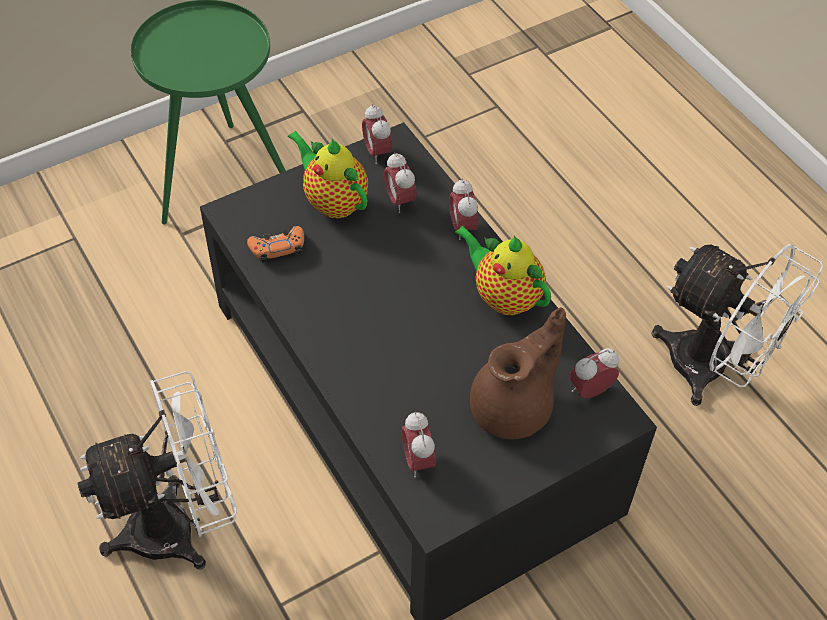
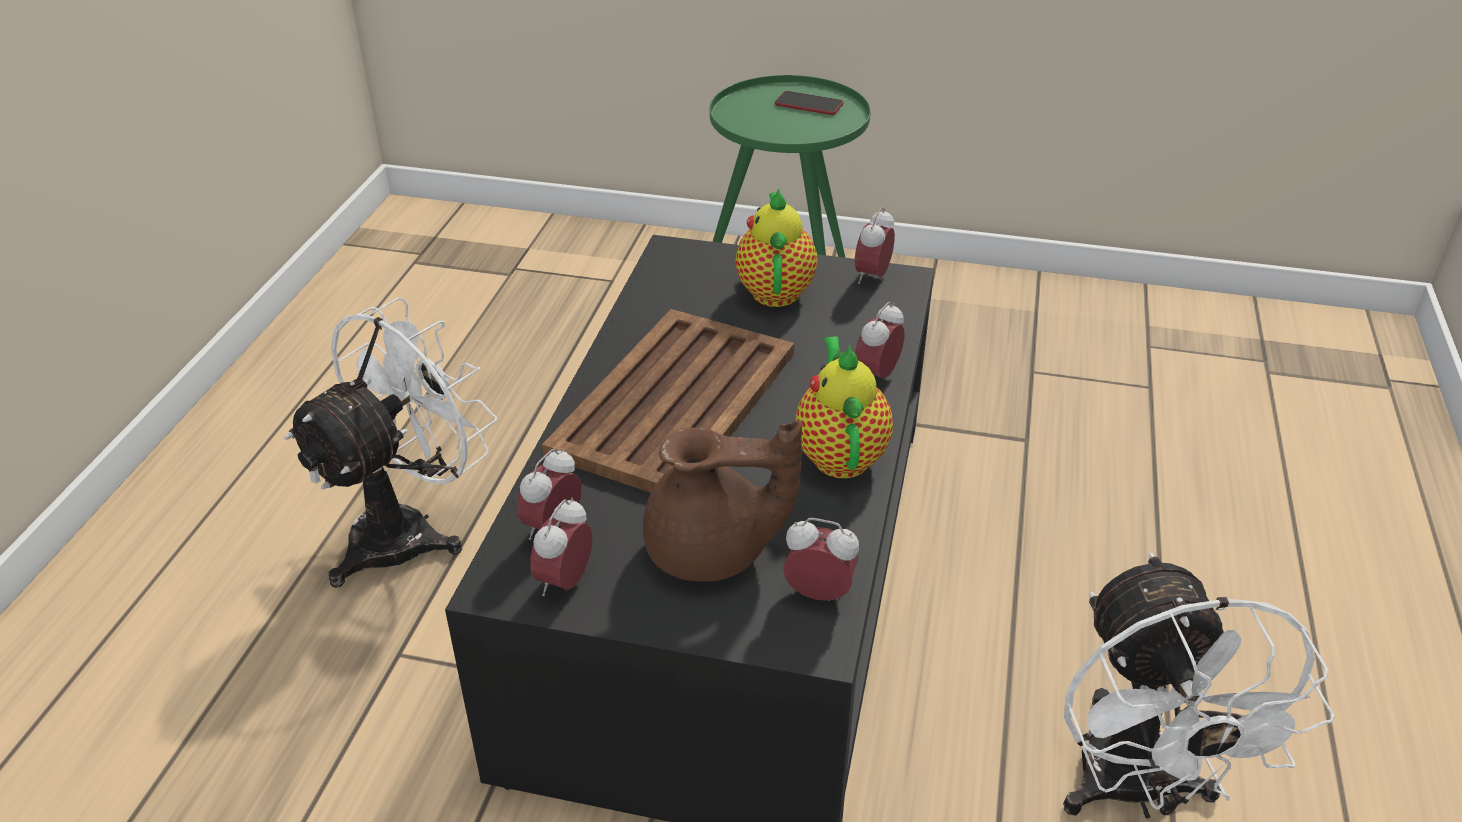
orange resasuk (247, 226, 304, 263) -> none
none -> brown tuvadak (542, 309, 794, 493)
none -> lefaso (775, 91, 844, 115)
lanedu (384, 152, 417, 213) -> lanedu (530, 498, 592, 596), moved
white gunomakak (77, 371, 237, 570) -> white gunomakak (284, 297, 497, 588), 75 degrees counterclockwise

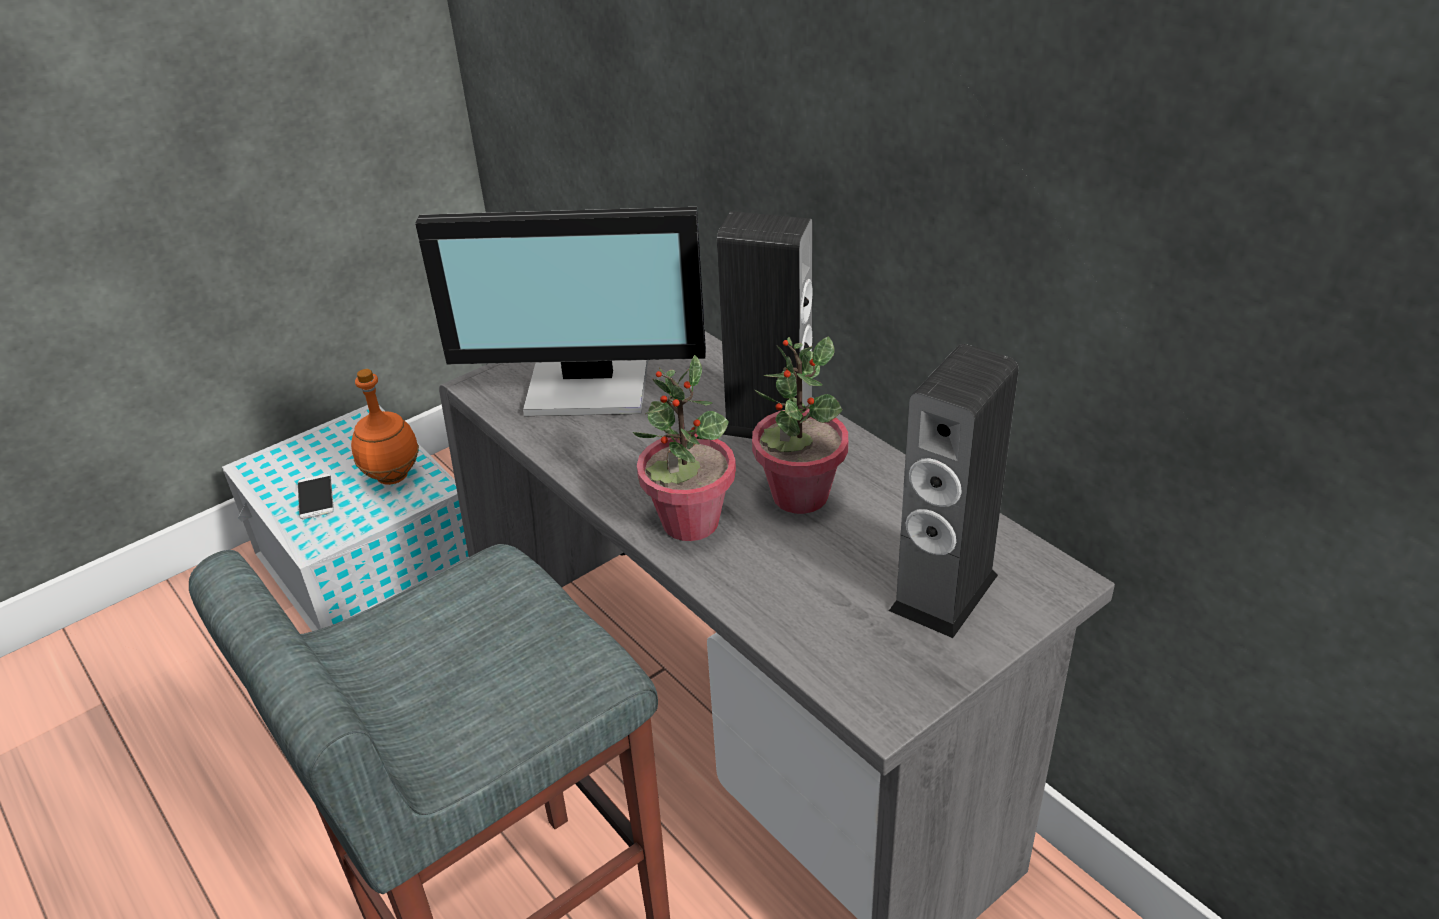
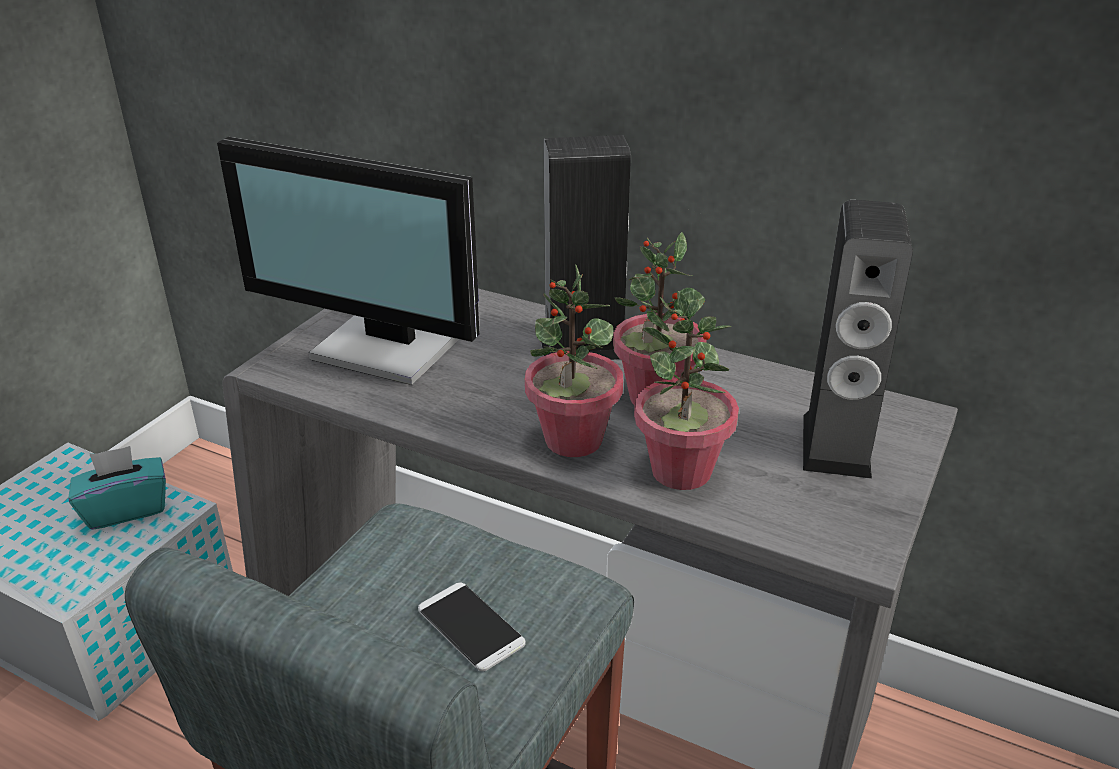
none -> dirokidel (634, 291, 739, 490)
lefaso (298, 474, 334, 519) -> lefaso (418, 583, 525, 671), moved
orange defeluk (351, 369, 419, 485) -> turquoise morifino (68, 446, 166, 530)
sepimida (415, 207, 706, 416) -> sepimida (217, 137, 480, 385), 45 degrees clockwise

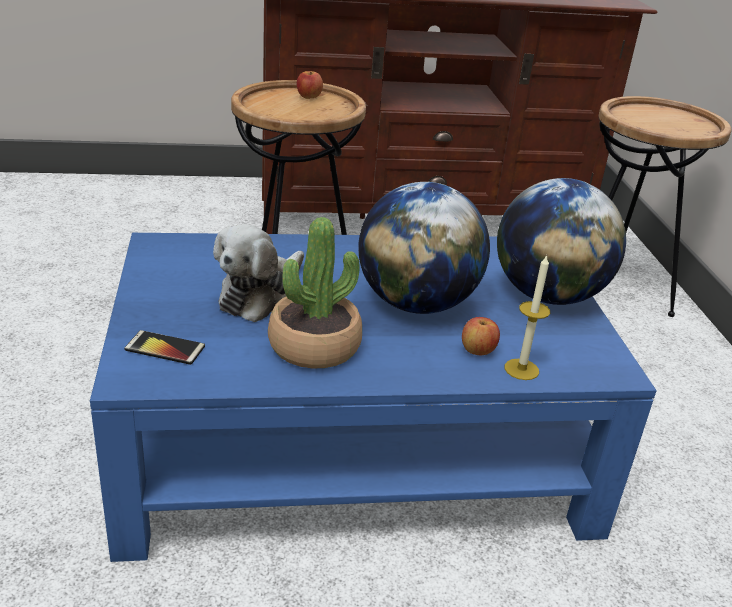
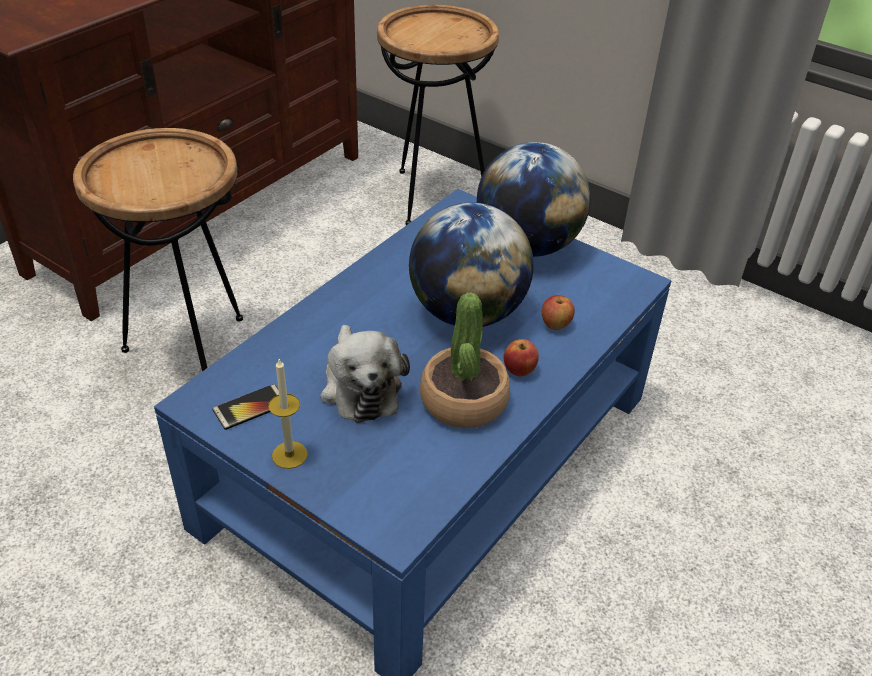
lefaso (124, 330, 205, 365) -> lefaso (212, 384, 279, 430), moved
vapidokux (297, 71, 323, 99) -> vapidokux (504, 339, 539, 376), moved
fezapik (505, 254, 550, 380) -> fezapik (268, 359, 308, 469), moved

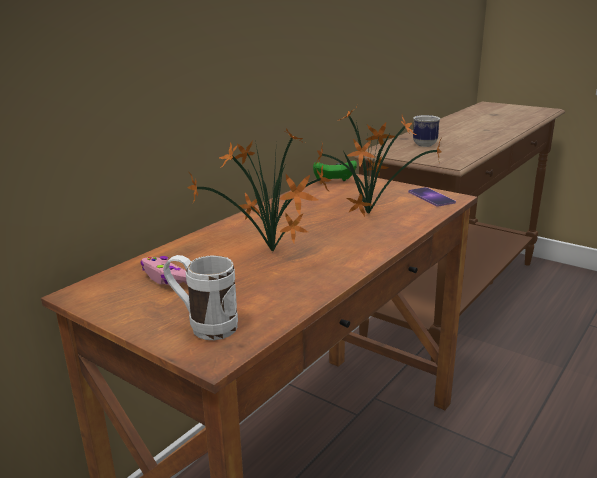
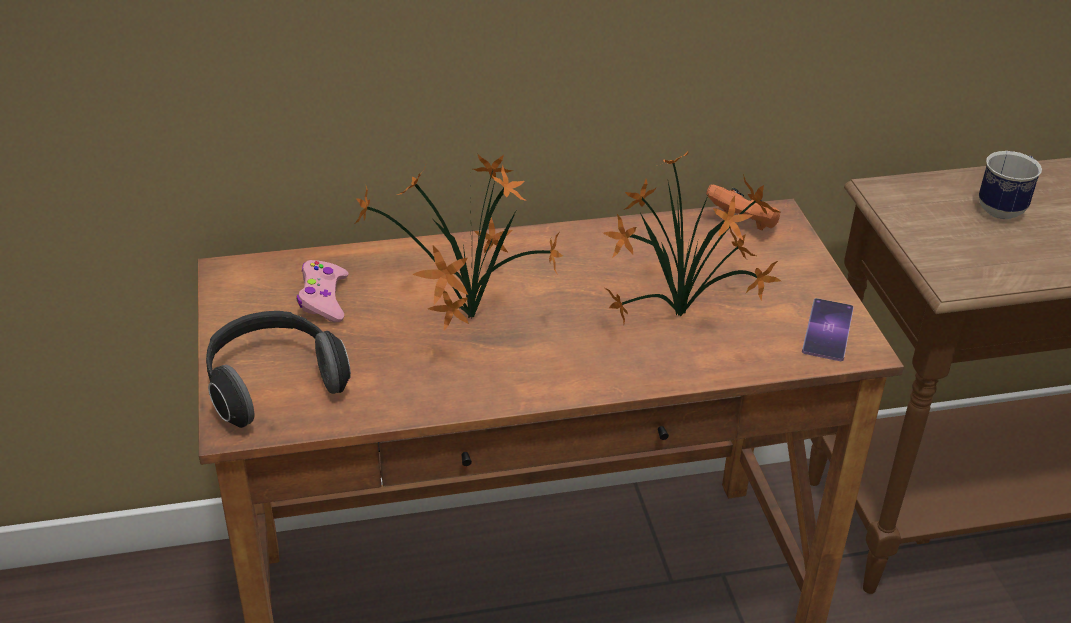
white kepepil (163, 255, 238, 340) -> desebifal (206, 311, 351, 428)
green resasuk (313, 160, 357, 182) -> orange resasuk (706, 184, 780, 230)

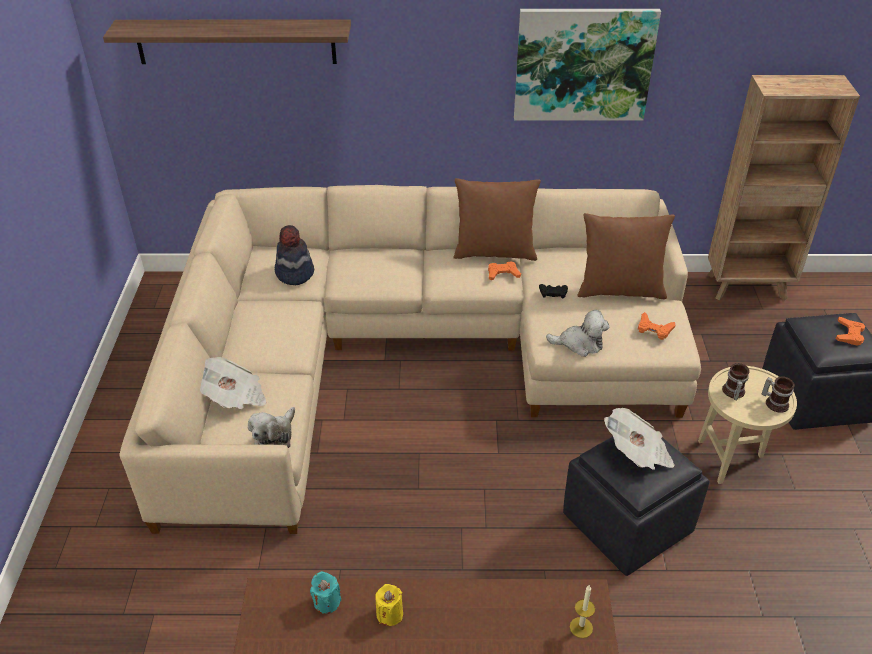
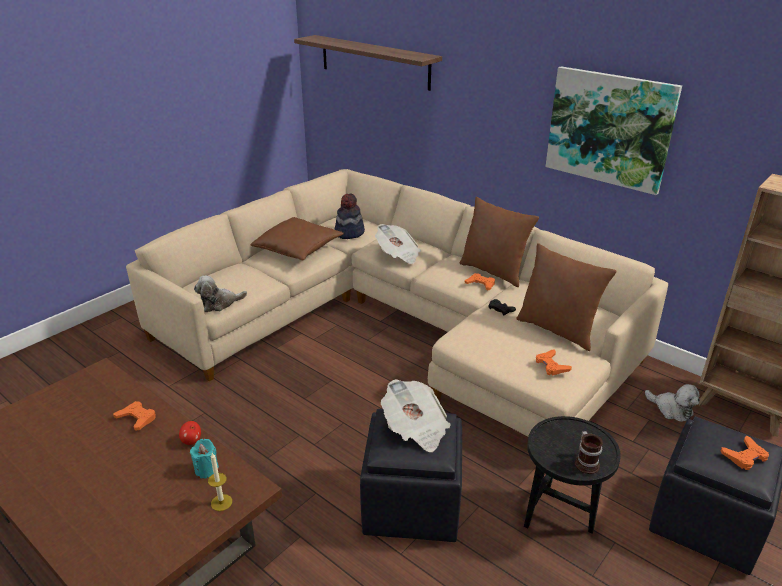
kepepil (722, 363, 750, 400) -> none
none -> vapidokux (179, 421, 201, 445)
none -> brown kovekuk (251, 217, 344, 260)
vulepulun (200, 357, 266, 409) -> vulepulun (375, 224, 421, 264), moved
turquoise fezapik (310, 571, 341, 614) -> turquoise fezapik (190, 439, 219, 479), moved
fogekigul (546, 310, 609, 357) -> fogekigul (645, 384, 700, 422), moved
yellow fezapik (375, 584, 403, 626) -> orange resasuk (113, 401, 156, 431)
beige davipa (698, 366, 797, 484) -> black davipa (524, 416, 621, 533)

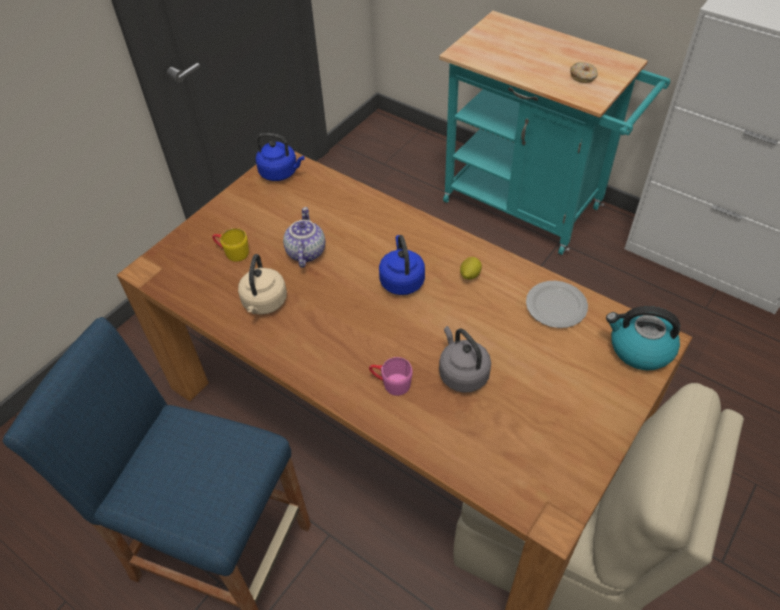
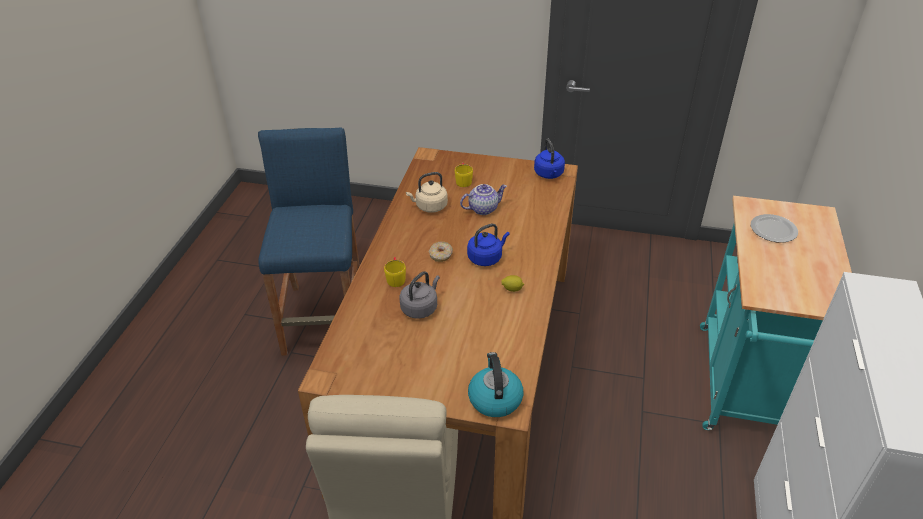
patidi (526, 281, 588, 328) -> patidi (751, 214, 798, 243), moved
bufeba (570, 62, 598, 83) -> bufeba (429, 242, 453, 262), moved
pink kepepil (369, 357, 413, 396) -> yellow kepepil (384, 257, 406, 287)

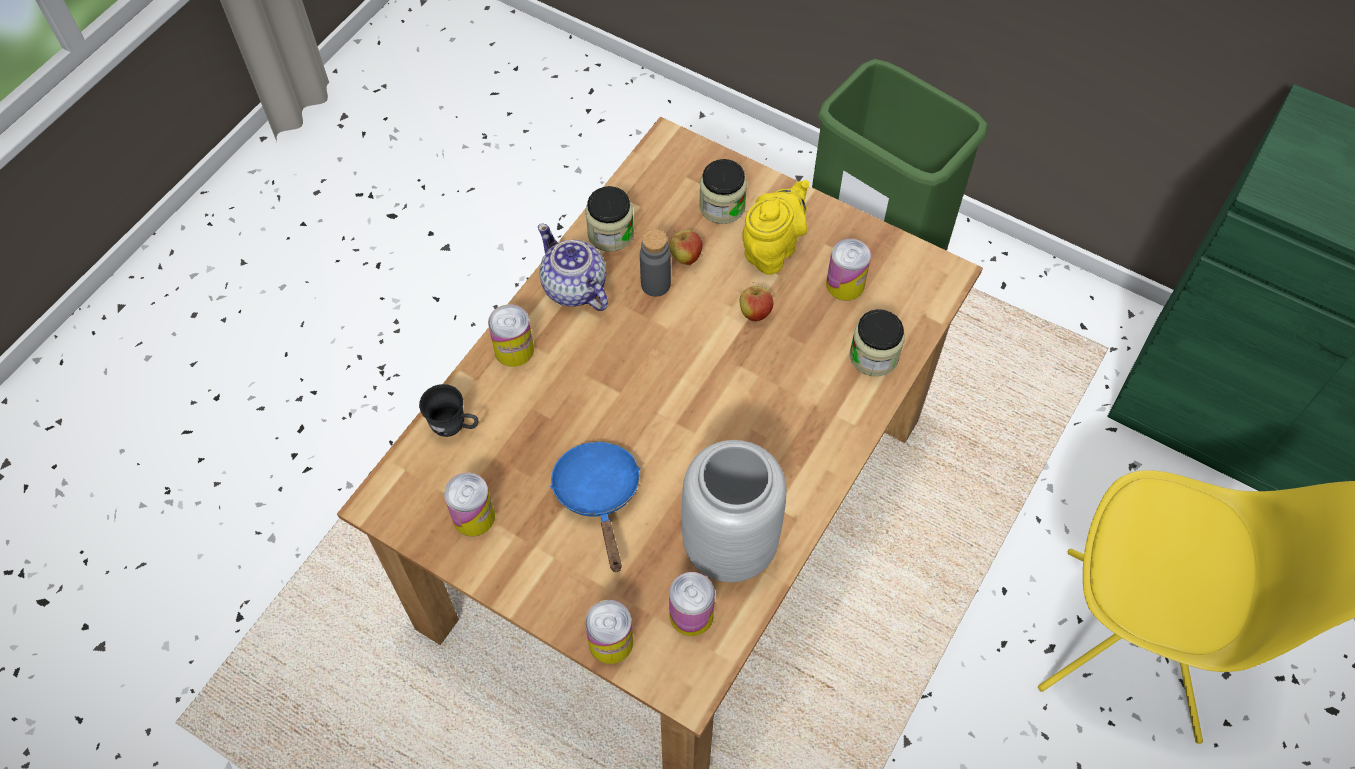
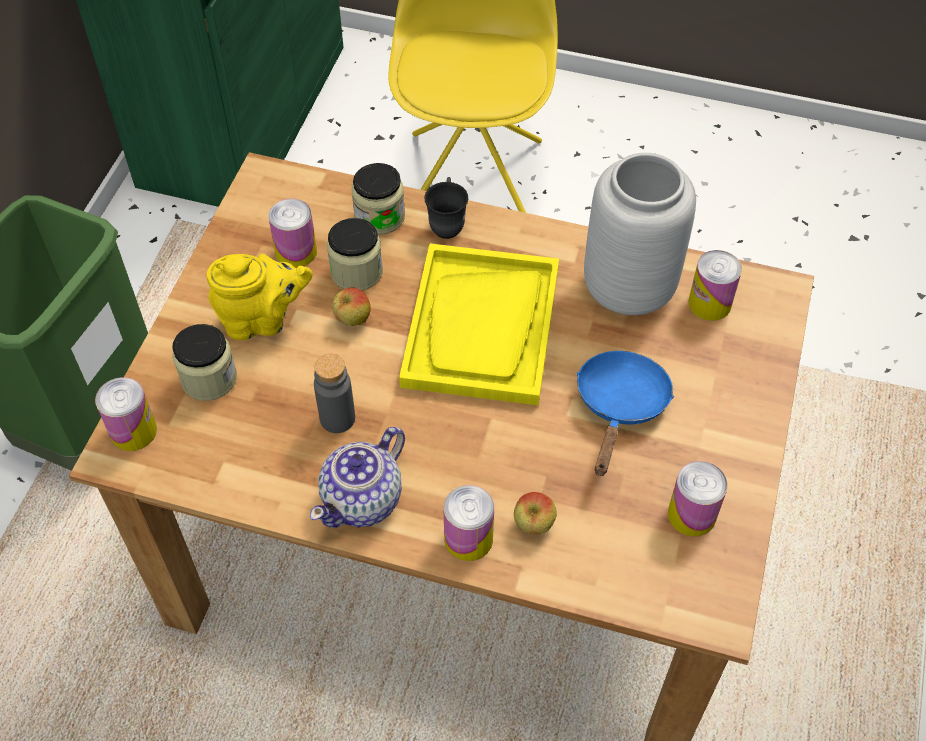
none -> yellow tuvadak (399, 243, 559, 405)
grey kepepil (419, 384, 478, 437) -> grey kepepil (424, 177, 468, 239), moved
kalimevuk (585, 186, 634, 252) -> kalimevuk (327, 218, 383, 291), moved
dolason (585, 600, 633, 664) -> dolason (95, 377, 157, 451), moved
vapidokux (669, 230, 703, 265) -> vapidokux (514, 492, 557, 535), moved
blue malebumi (550, 441, 640, 573) -> blue malebumi (577, 351, 674, 476), 135 degrees clockwise
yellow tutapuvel (742, 180, 810, 275) -> yellow tutapuvel (206, 254, 313, 340), 150 degrees clockwise

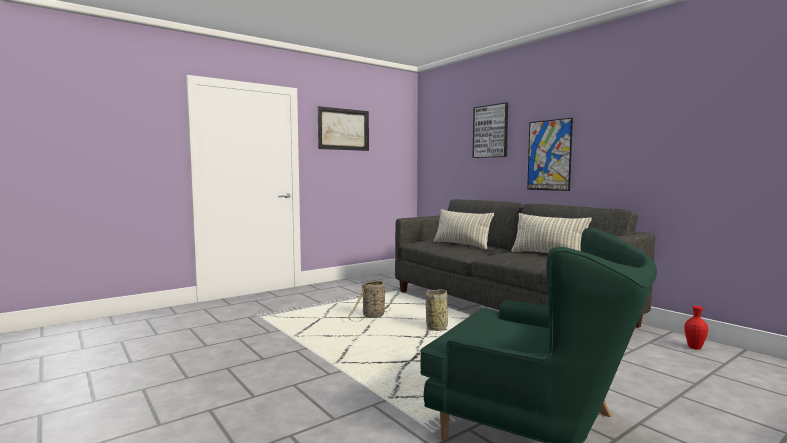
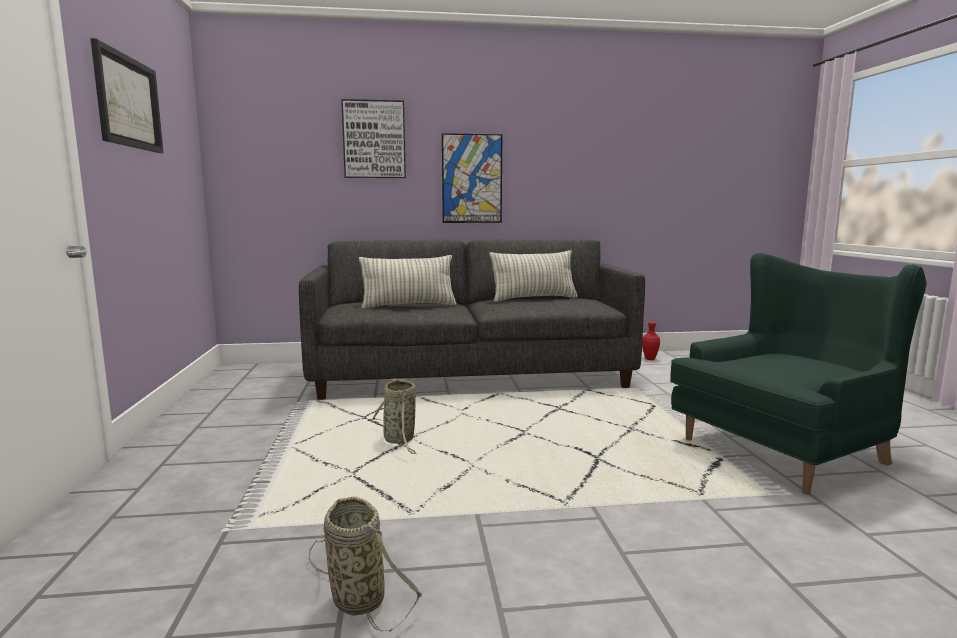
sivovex (425, 289, 448, 334) -> sivovex (308, 496, 423, 632), moved

